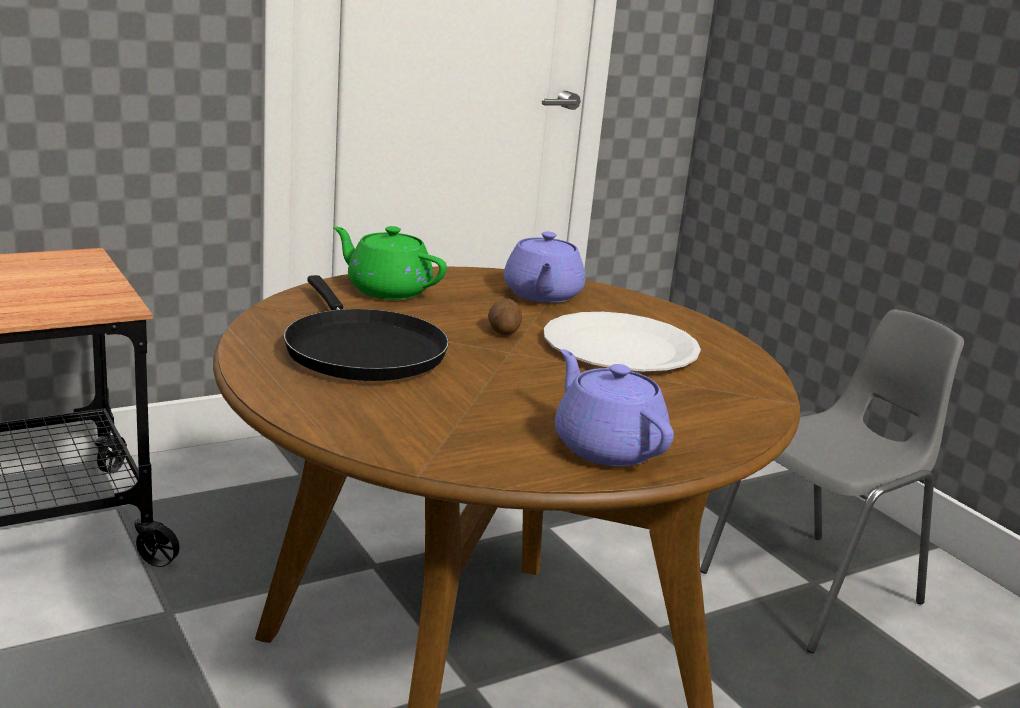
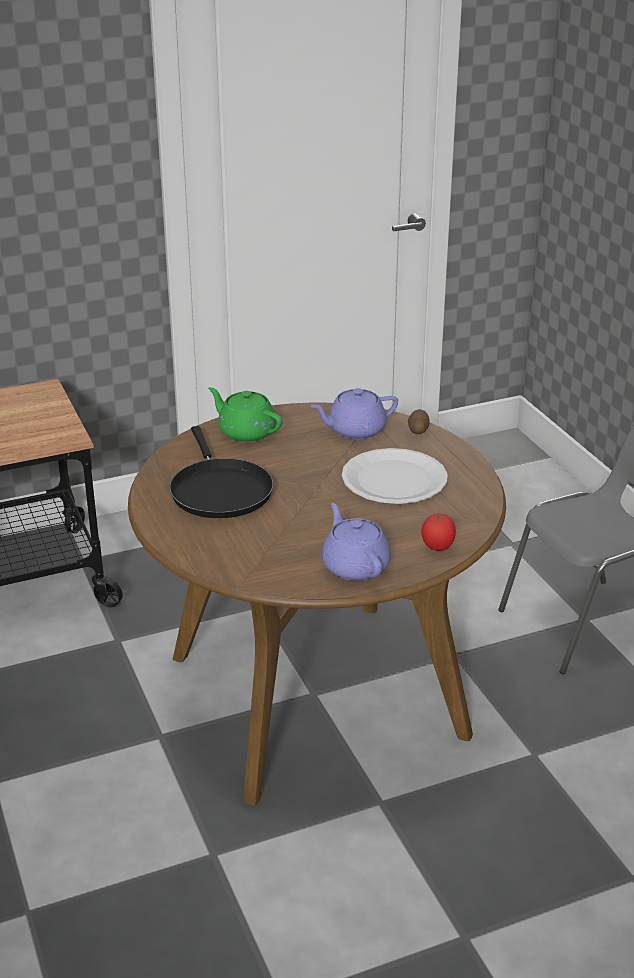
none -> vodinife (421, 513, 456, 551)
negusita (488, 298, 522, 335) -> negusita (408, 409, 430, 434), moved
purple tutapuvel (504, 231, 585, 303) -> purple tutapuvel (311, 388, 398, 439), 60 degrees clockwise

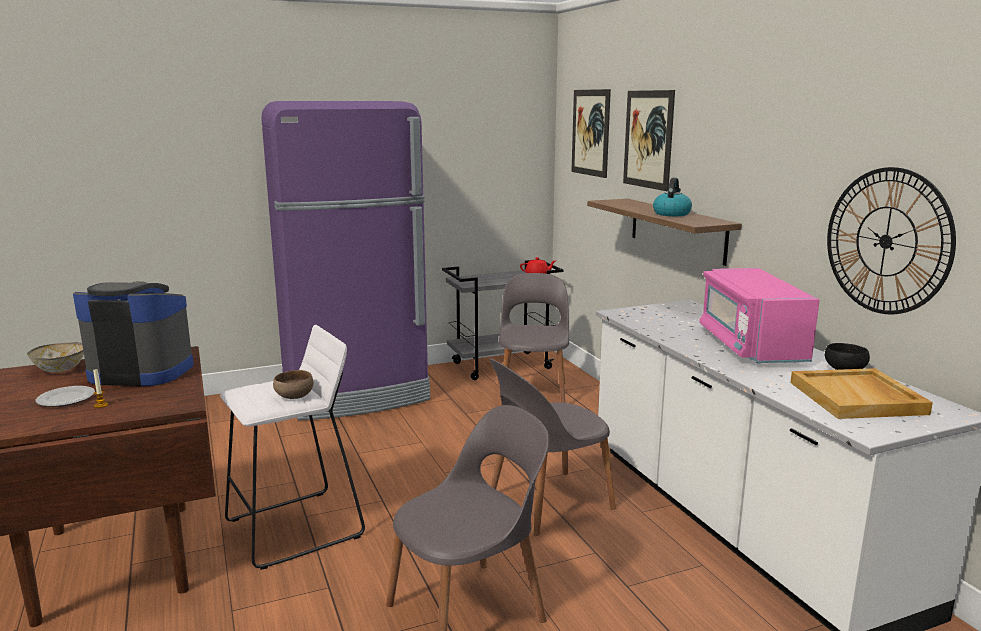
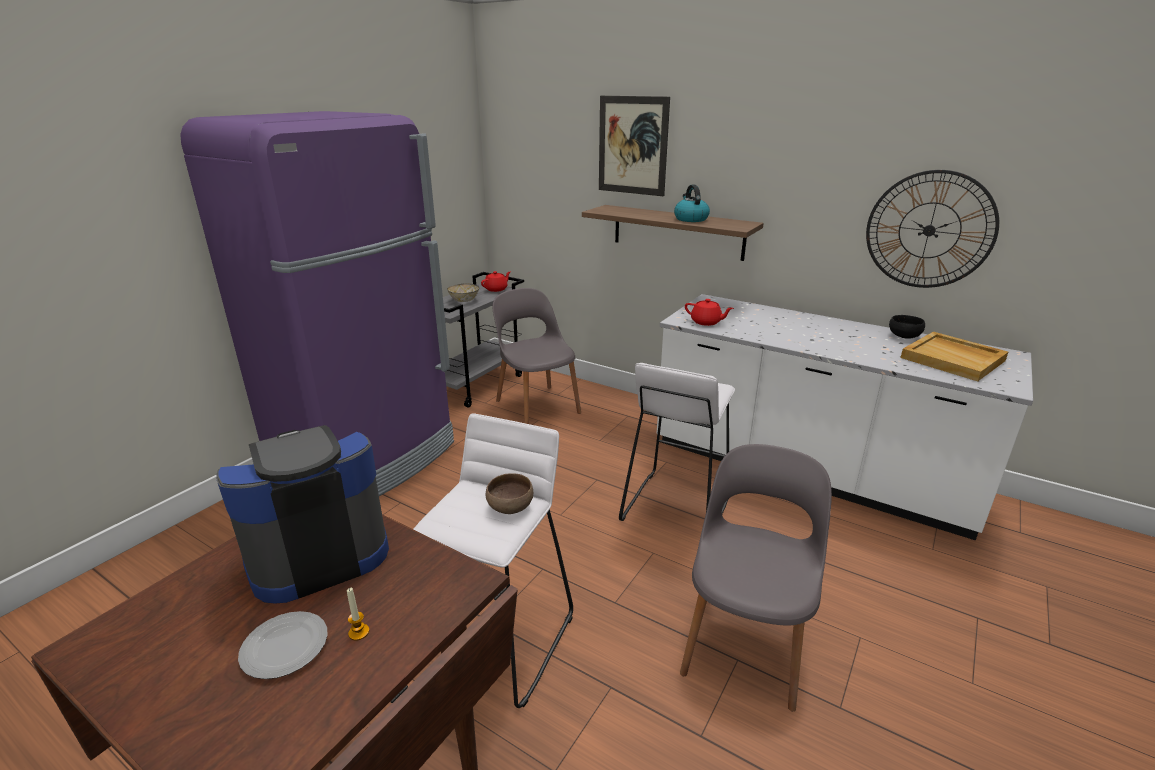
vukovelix (571, 89, 611, 178) -> none
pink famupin (699, 268, 820, 363) -> none
none -> red tutapuvel (685, 299, 734, 326)
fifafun (27, 343, 84, 372) -> fifafun (447, 283, 479, 302), moved
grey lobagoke (489, 359, 616, 536) -> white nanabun (619, 363, 735, 521)

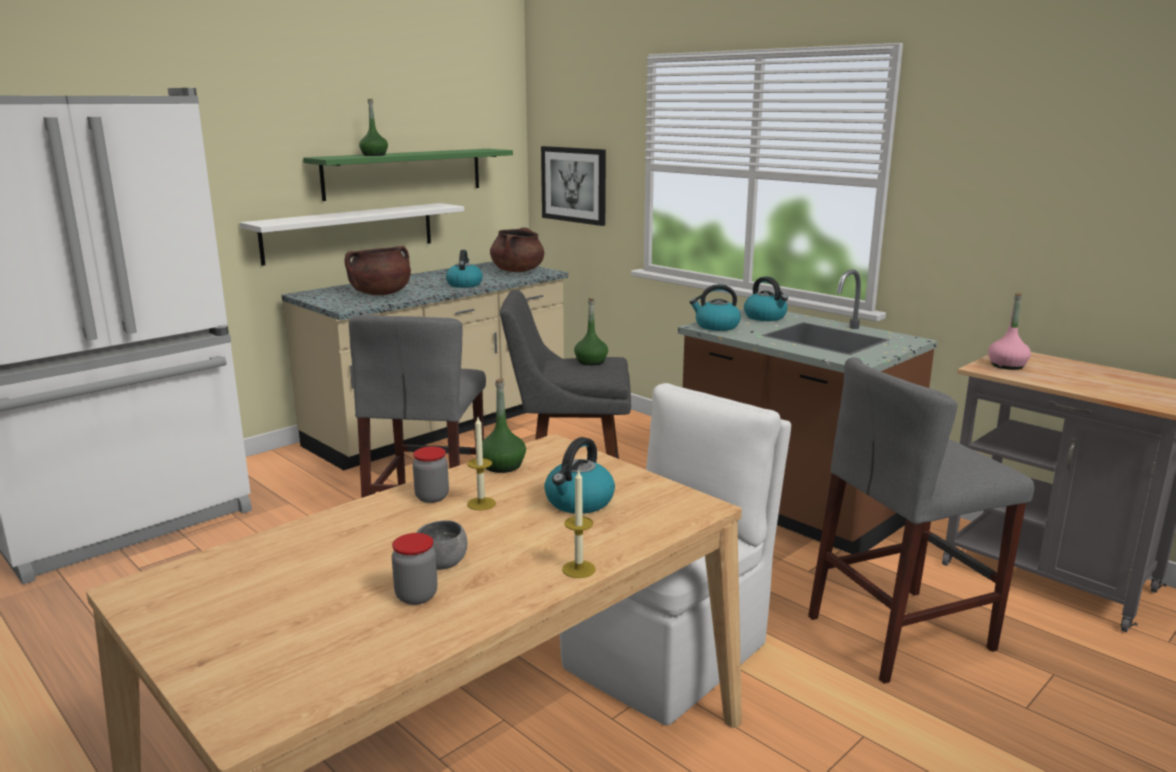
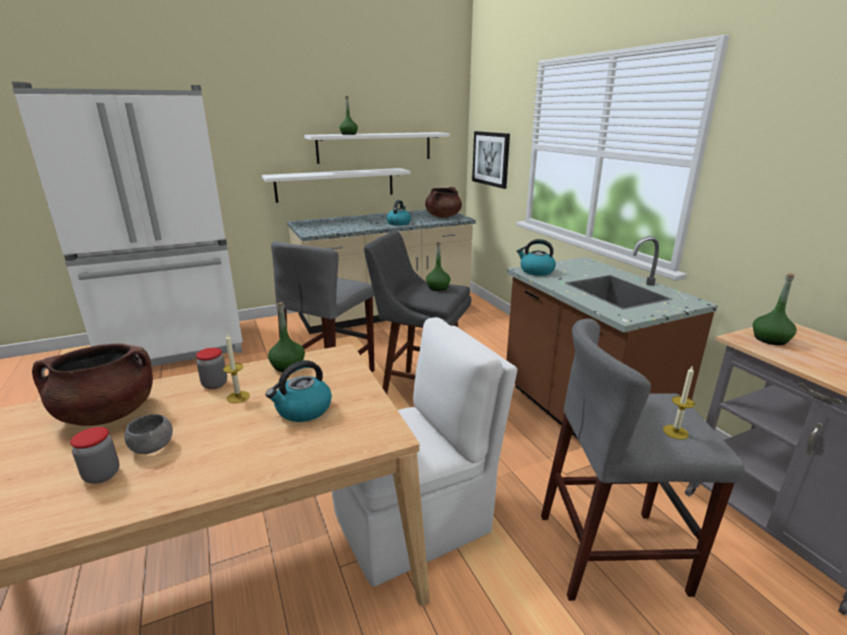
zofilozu (744, 276, 788, 321) -> none
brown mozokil (344, 246, 411, 295) -> brown mozokil (32, 343, 153, 426), moved
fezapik (562, 469, 596, 578) -> fezapik (663, 366, 695, 440), moved
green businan (303, 149, 513, 201) -> white businan (304, 132, 450, 164)
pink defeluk (988, 292, 1031, 370) -> green defeluk (753, 274, 797, 345)

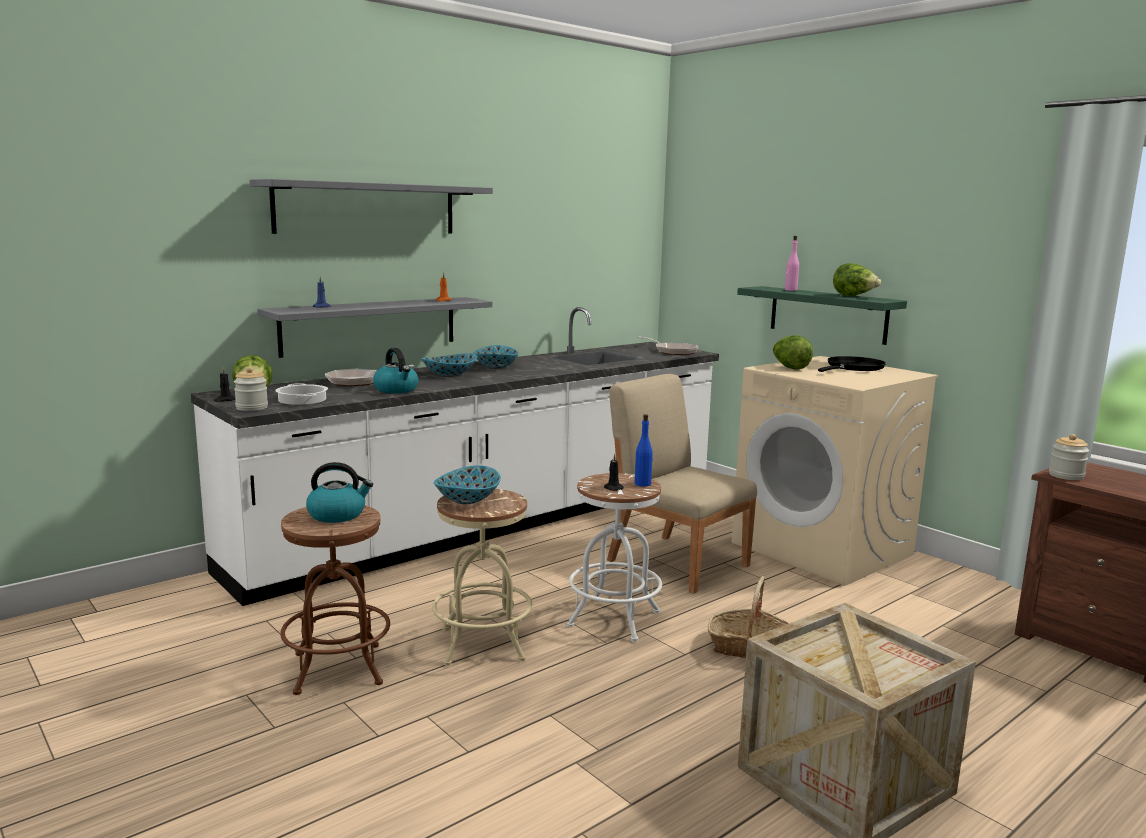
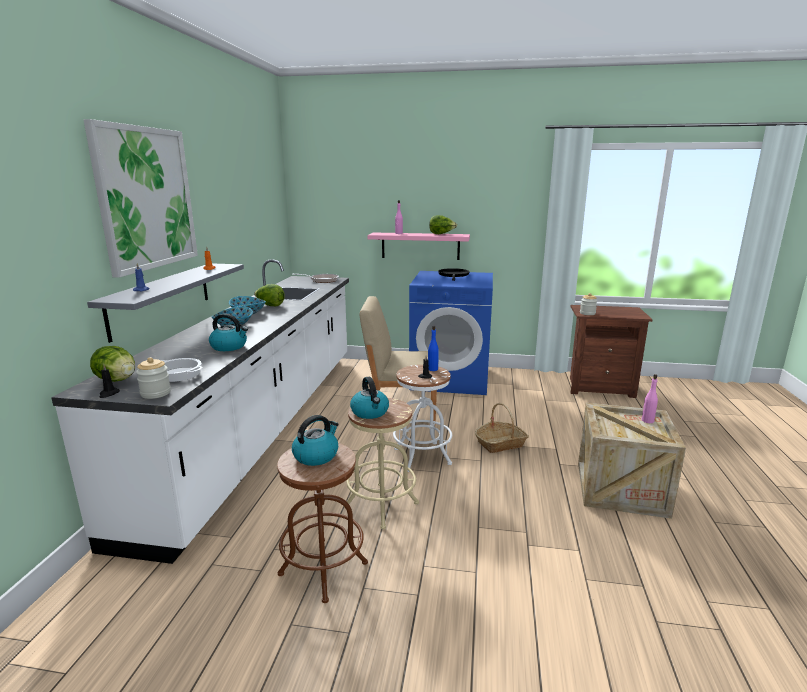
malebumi (325, 365, 414, 386) -> none
none -> pink defeluk (642, 374, 658, 423)
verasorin (773, 335, 813, 370) -> verasorin (254, 284, 285, 306), moved
grey businan (249, 179, 493, 234) -> vukovelix (83, 119, 198, 278)
fifafun (434, 465, 501, 504) -> zofilozu (350, 377, 389, 419)
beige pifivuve (732, 356, 938, 586) -> blue pifivuve (409, 271, 493, 395)
green businan (737, 286, 907, 345) -> pink businan (367, 232, 470, 260)

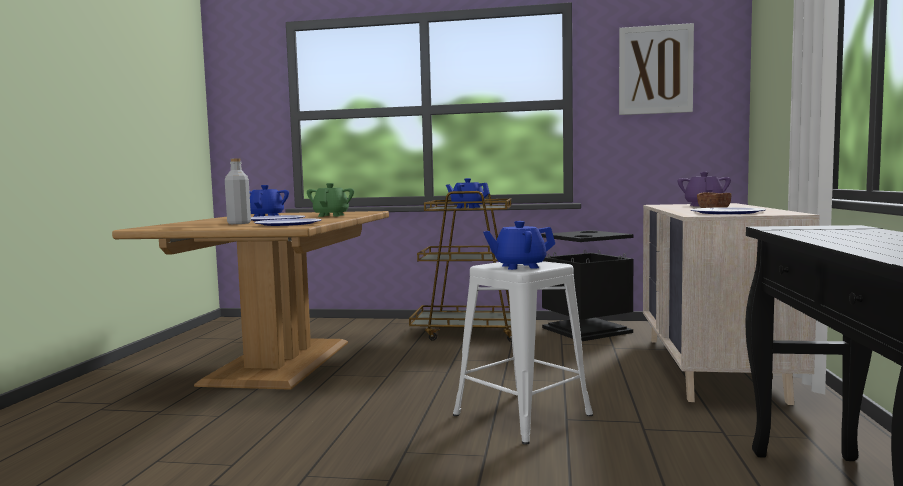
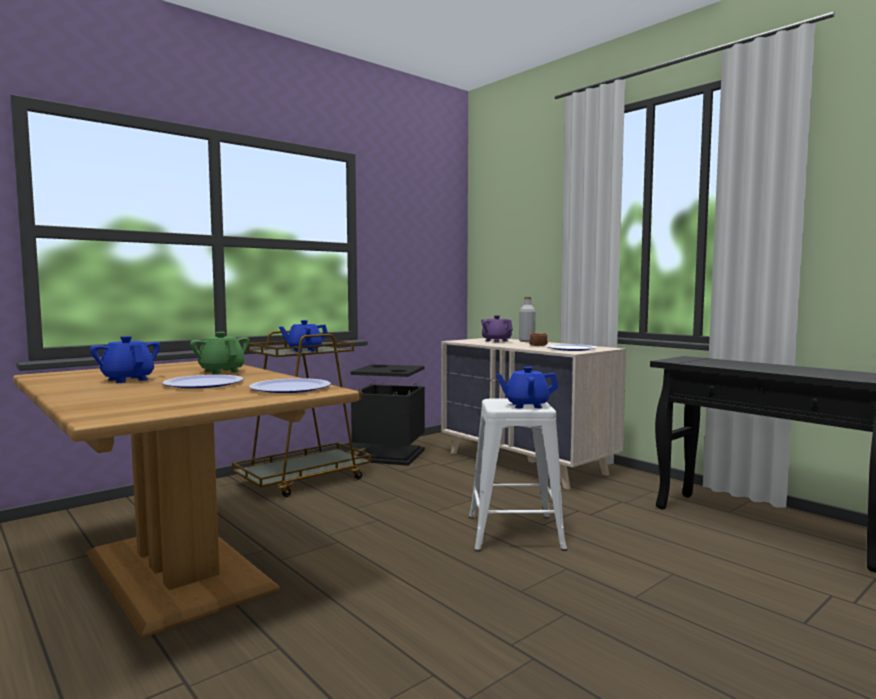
vukovelix (619, 23, 694, 115) -> none
grey defeluk (225, 158, 251, 224) -> grey defeluk (519, 297, 536, 342), moved
blue tutapuvel (483, 221, 555, 270) -> blue tutapuvel (496, 367, 559, 408), 60 degrees clockwise

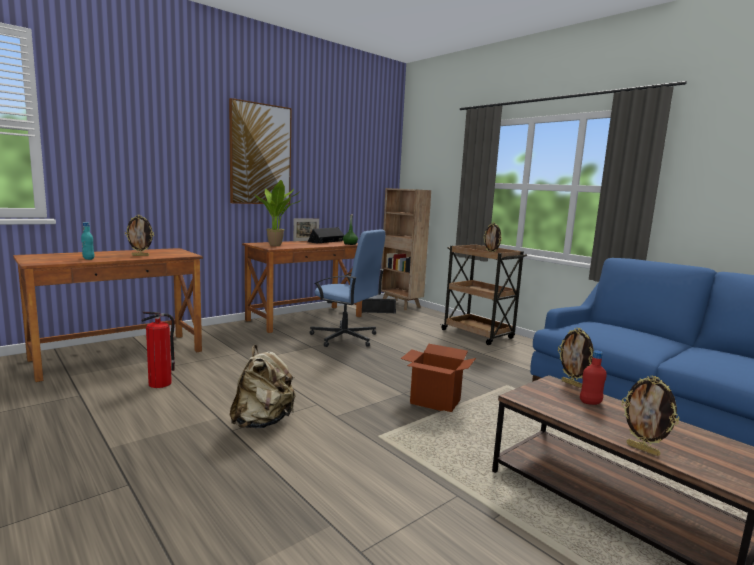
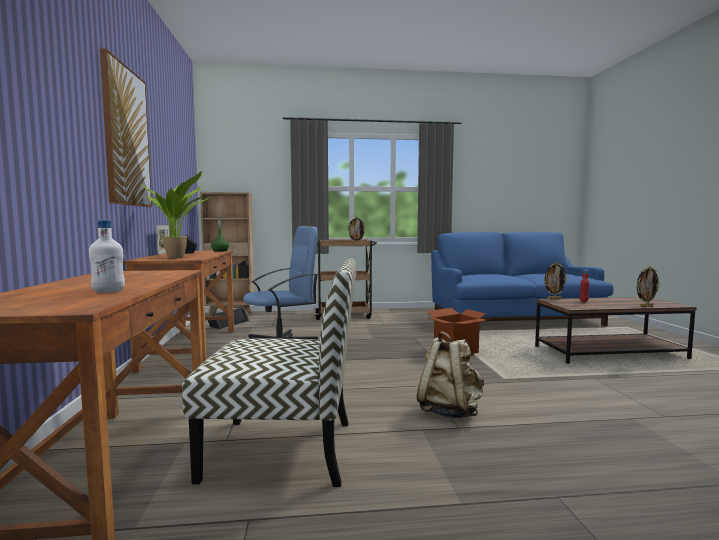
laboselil (125, 215, 154, 256) -> none
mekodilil (141, 312, 175, 388) -> lobagoke (182, 258, 357, 487)
turquoise defeluk (81, 222, 94, 260) -> white defeluk (89, 220, 125, 293)

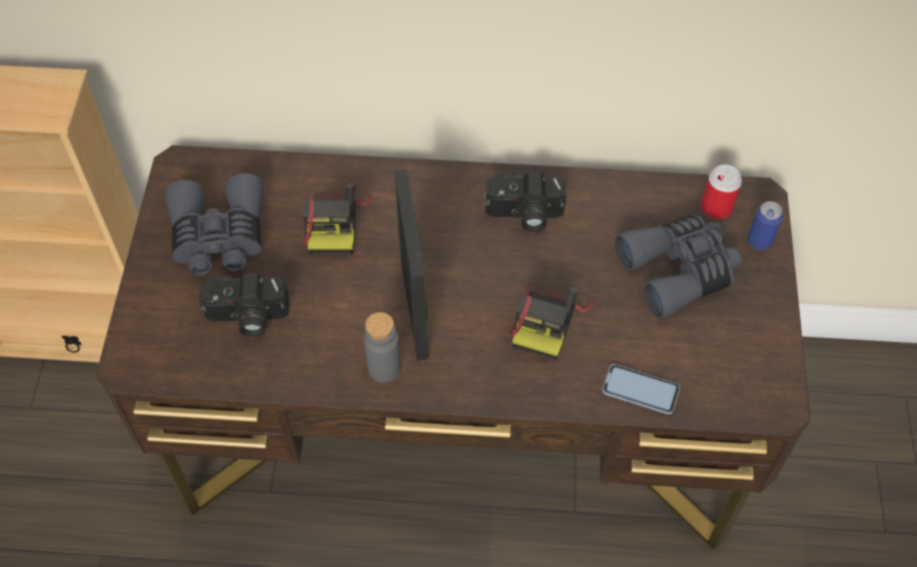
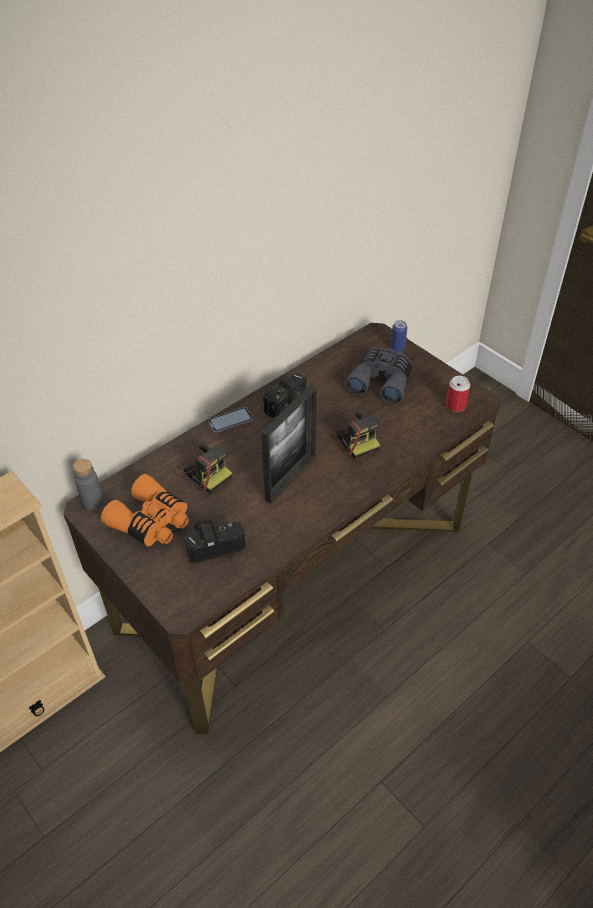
grey defeluk (364, 312, 401, 383) -> grey defeluk (73, 459, 104, 510), moved
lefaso (602, 364, 680, 414) -> lefaso (208, 407, 253, 433), moved
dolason (701, 164, 742, 219) -> dolason (446, 376, 470, 412), moved
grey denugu (165, 173, 264, 276) -> orange denugu (101, 474, 189, 546)
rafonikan (199, 273, 289, 337) -> rafonikan (185, 519, 246, 563), 150 degrees counterclockwise
laboselil (394, 170, 429, 361) -> laboselil (261, 385, 317, 504), 90 degrees clockwise

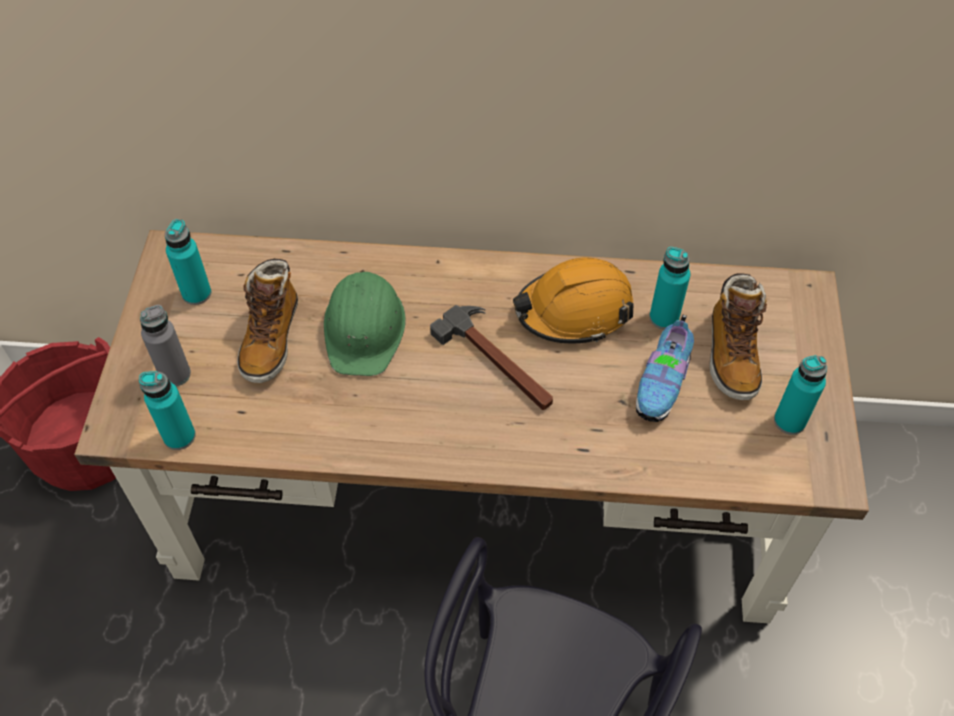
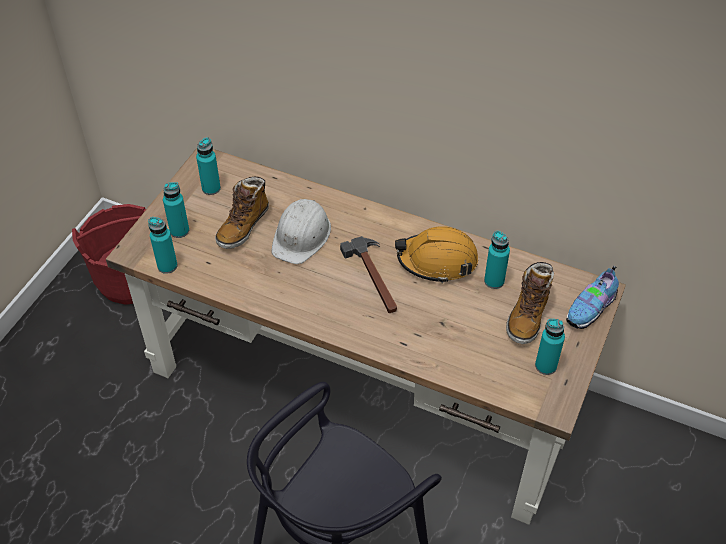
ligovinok (636, 315, 694, 422) -> ligovinok (566, 266, 619, 329), moved
grey defeluk (140, 305, 191, 387) -> turquoise defeluk (163, 182, 189, 238)
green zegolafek (324, 270, 405, 376) -> white zegolafek (271, 199, 331, 264)

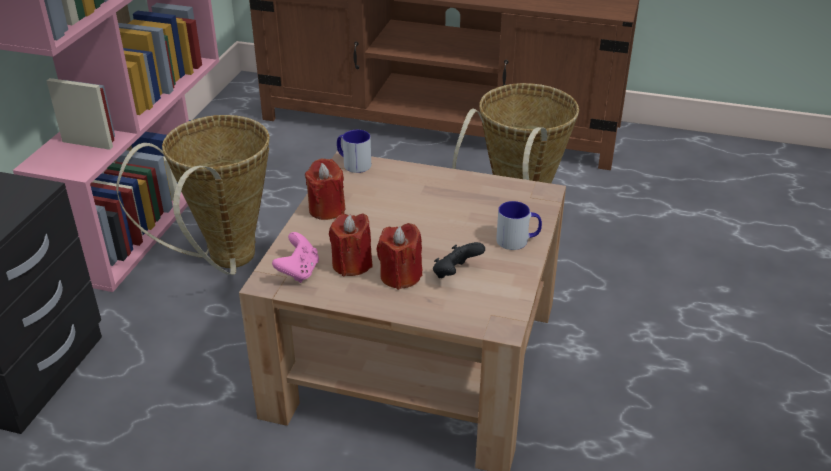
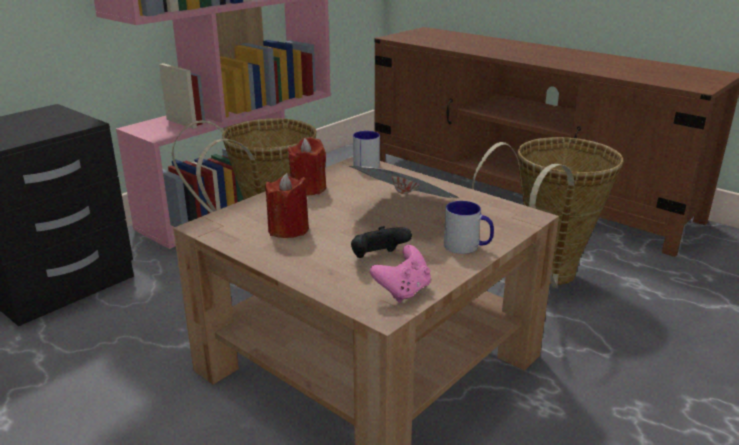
red fezapik (376, 223, 422, 290) -> none
none -> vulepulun (348, 166, 459, 199)
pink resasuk (272, 232, 319, 283) -> pink resasuk (370, 245, 431, 303), moved

